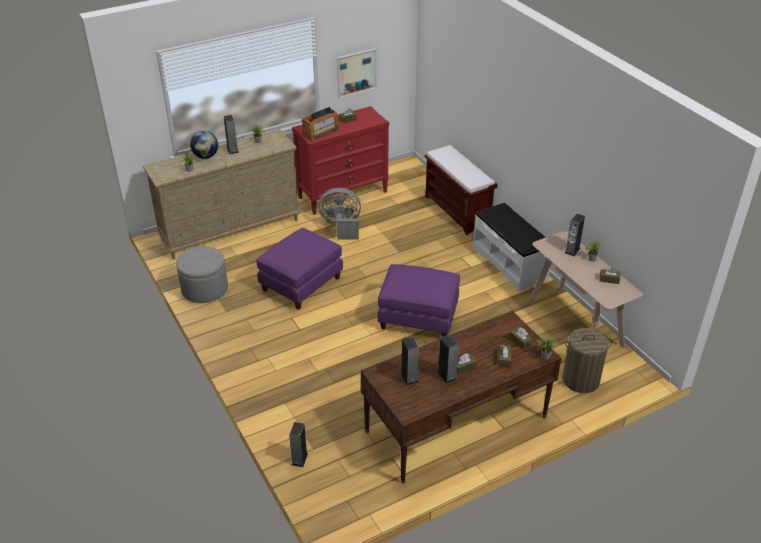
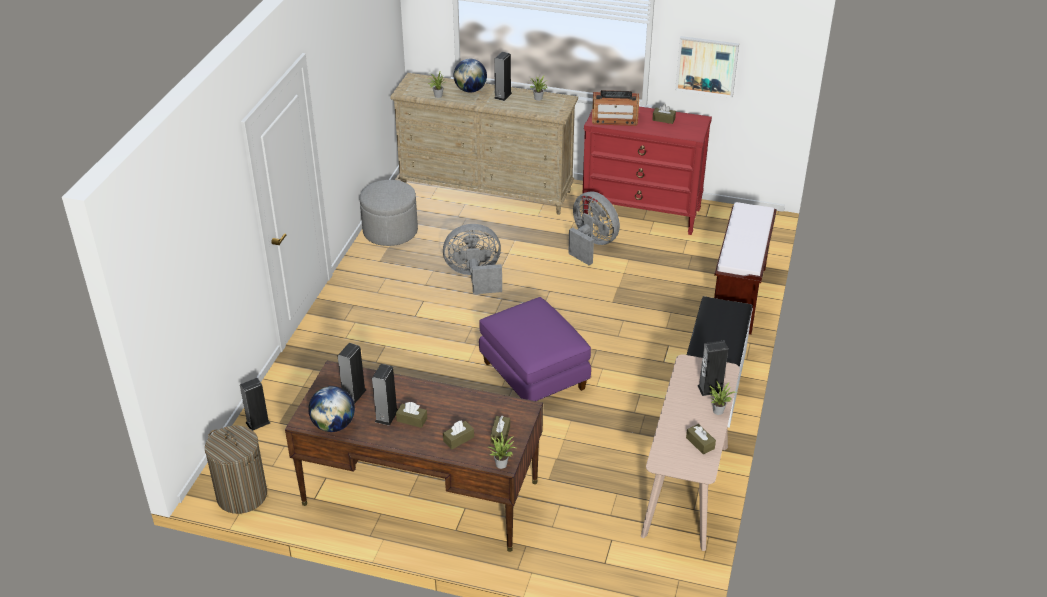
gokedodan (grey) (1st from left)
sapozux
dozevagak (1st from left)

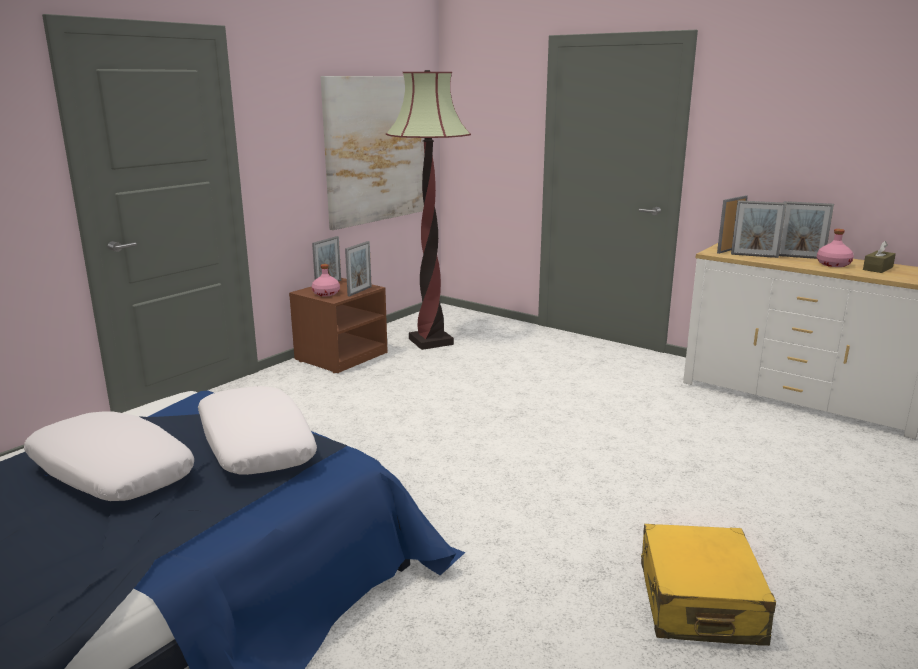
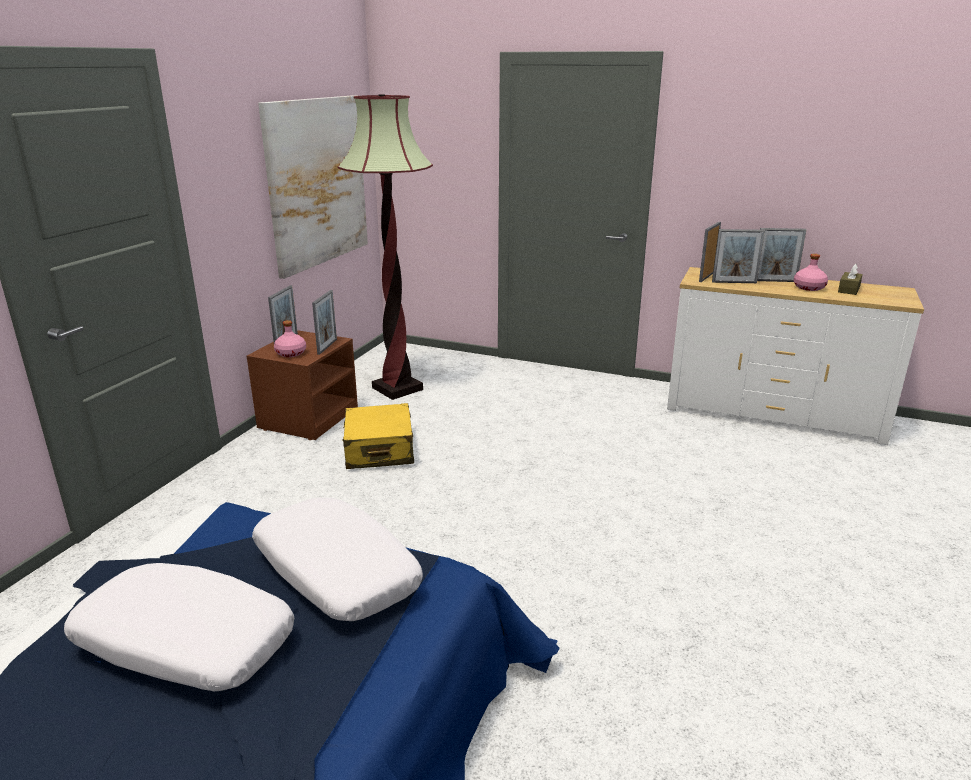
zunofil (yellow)

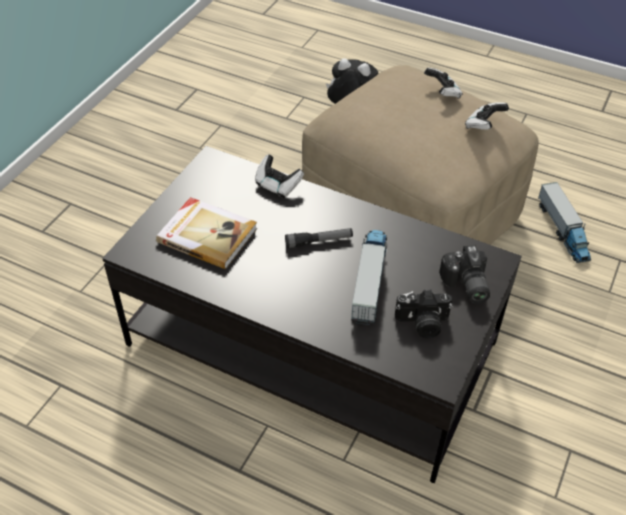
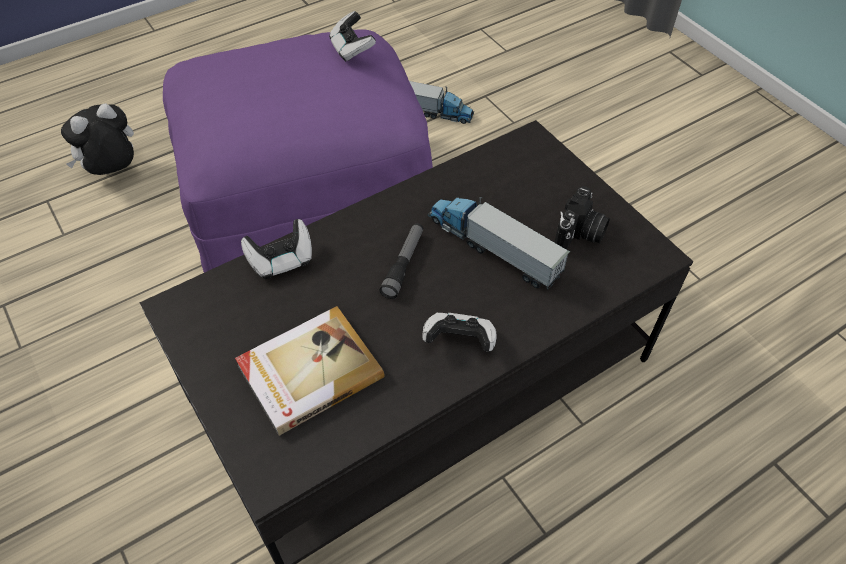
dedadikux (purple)
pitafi (3rd from left)
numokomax (2nd from left in the first image)

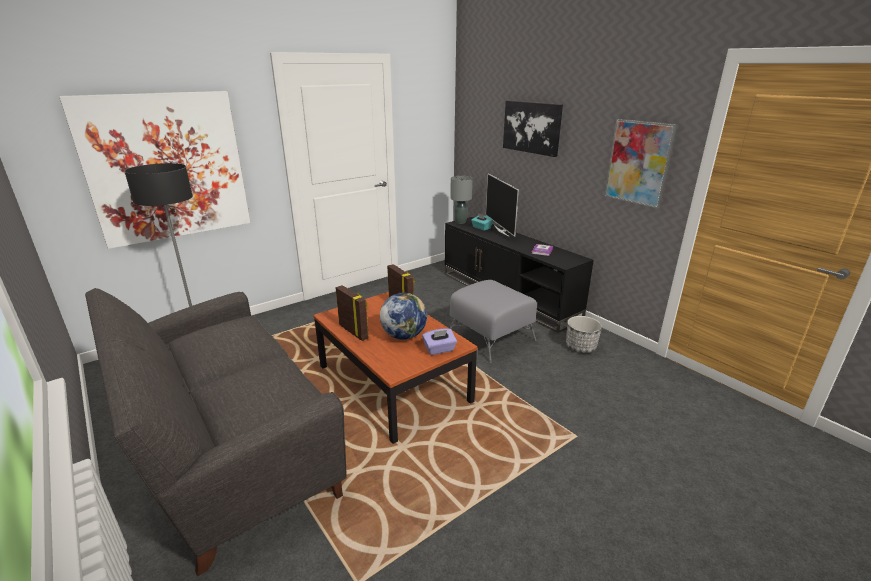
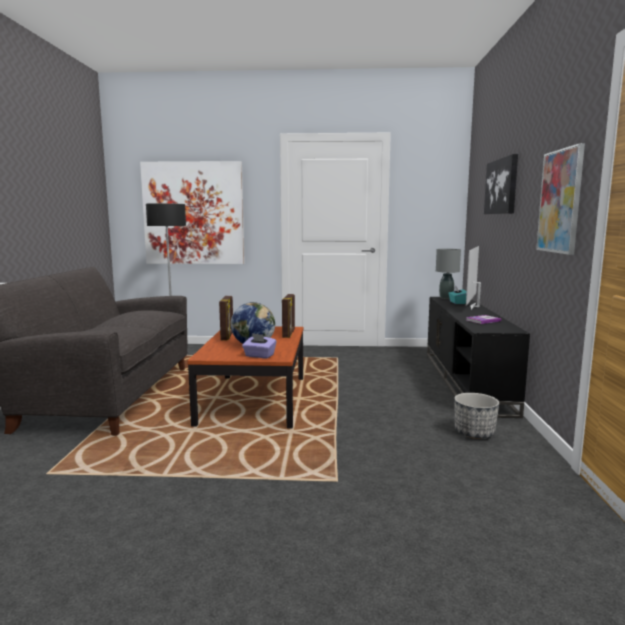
dedadikux (grey)

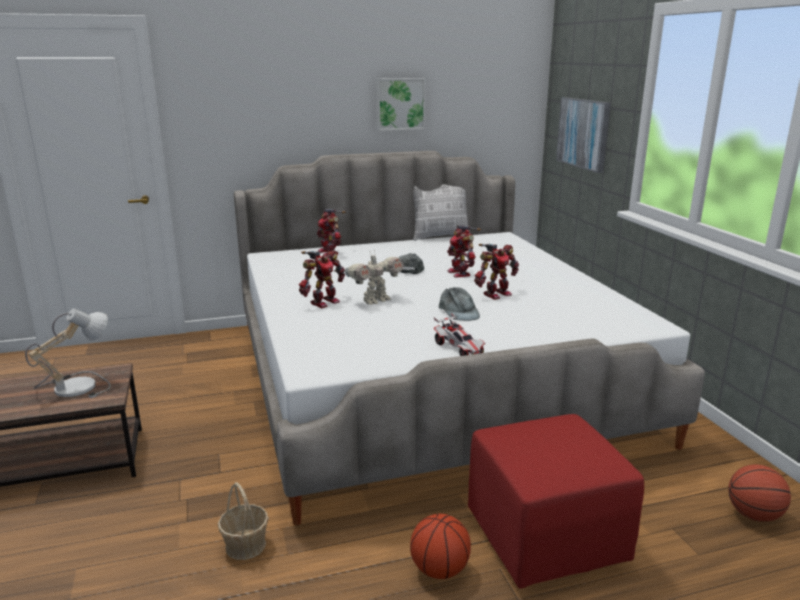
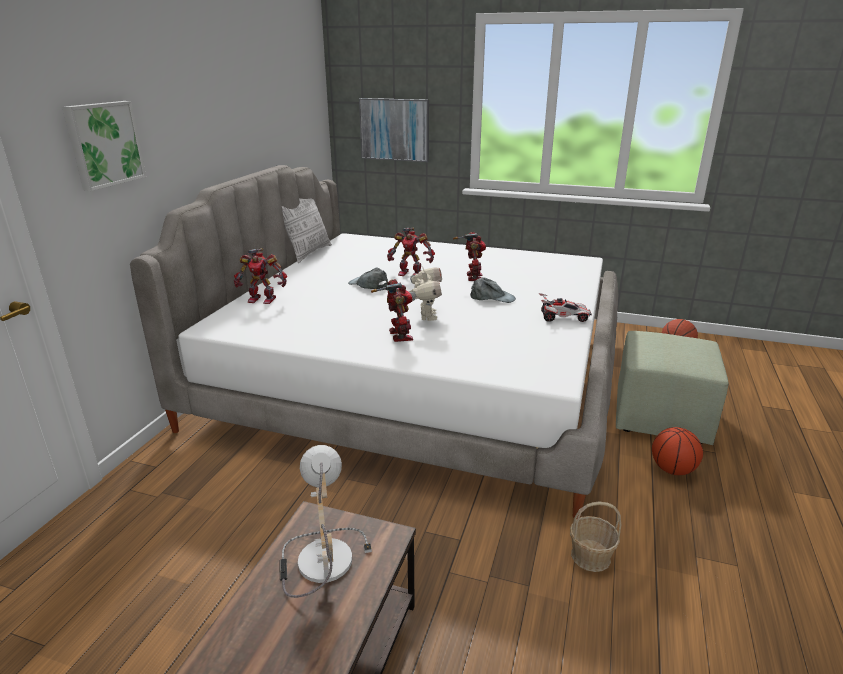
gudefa (1st from left)
dedadikux (green)

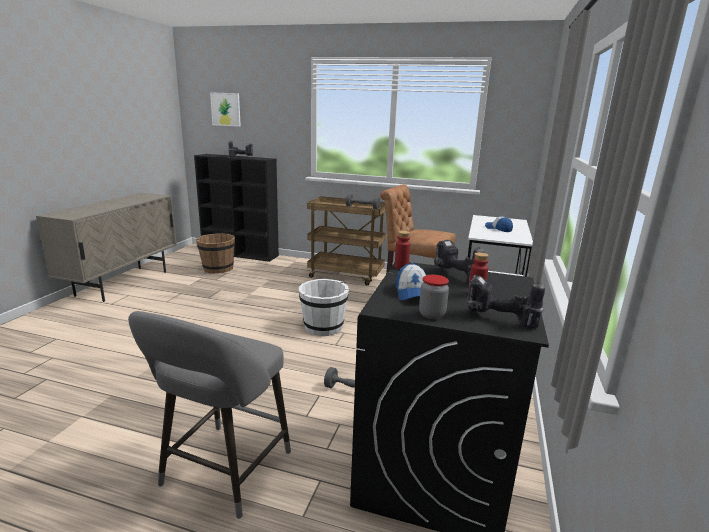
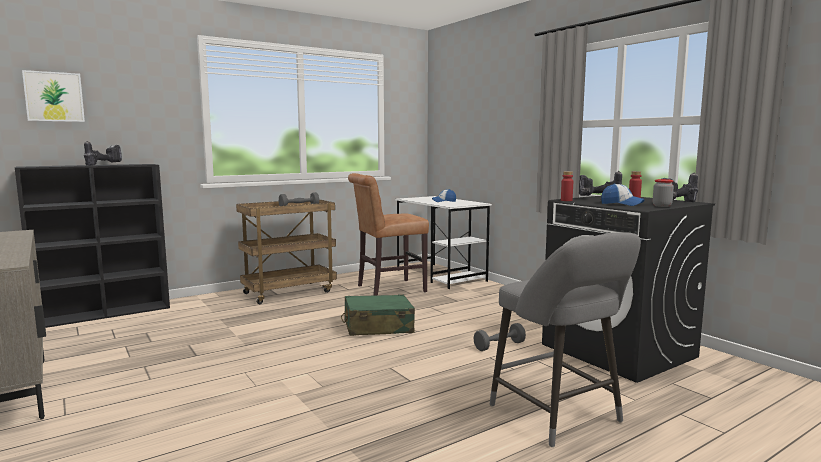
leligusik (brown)
zunofil (green)

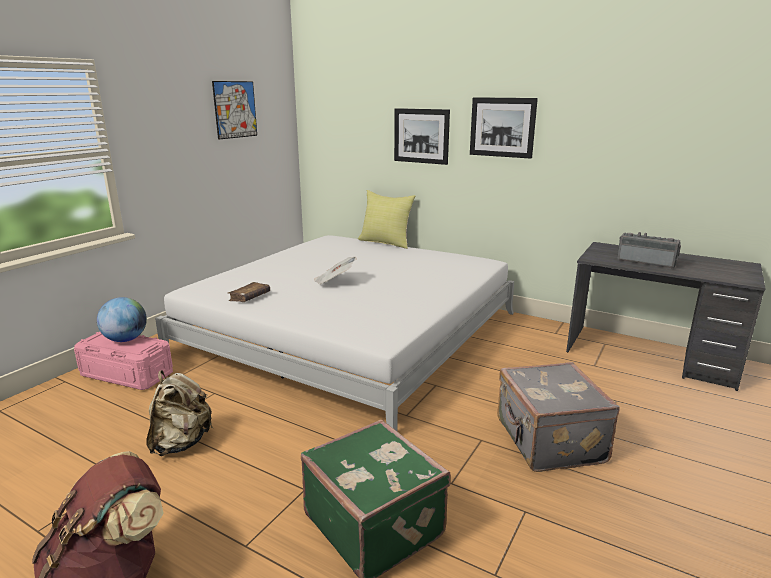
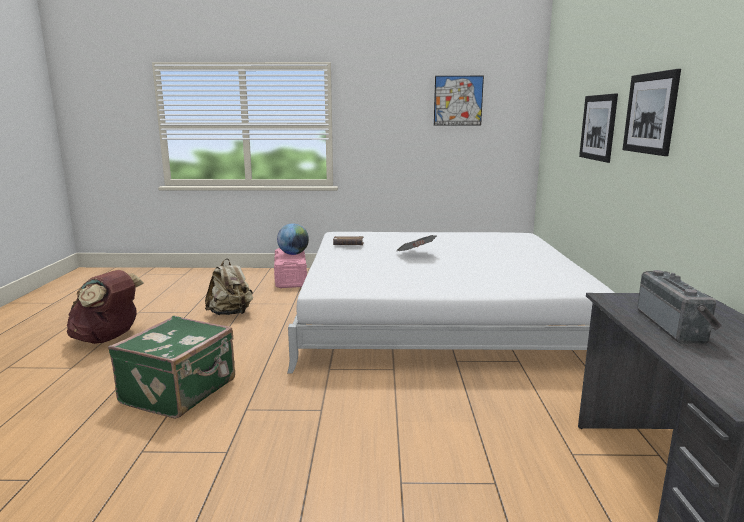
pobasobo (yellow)
zunofil (grey)

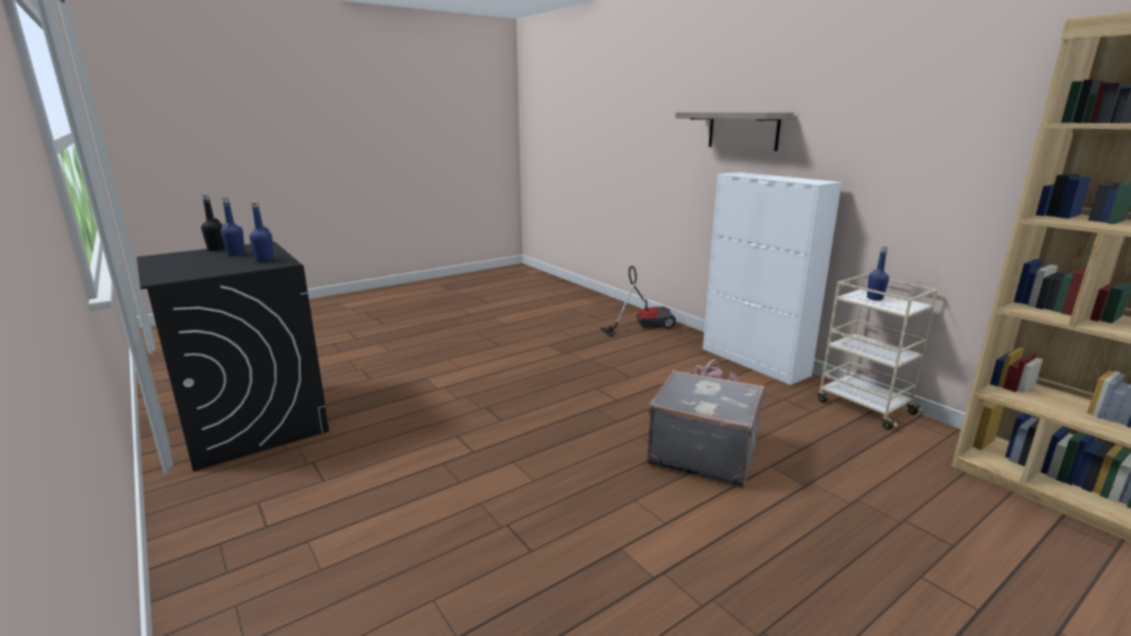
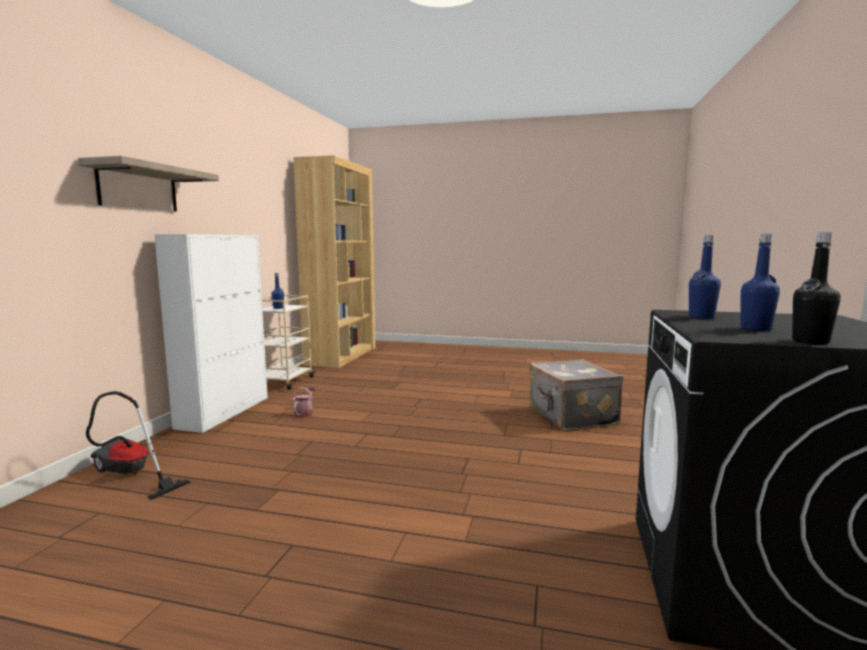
zunofil (grey)

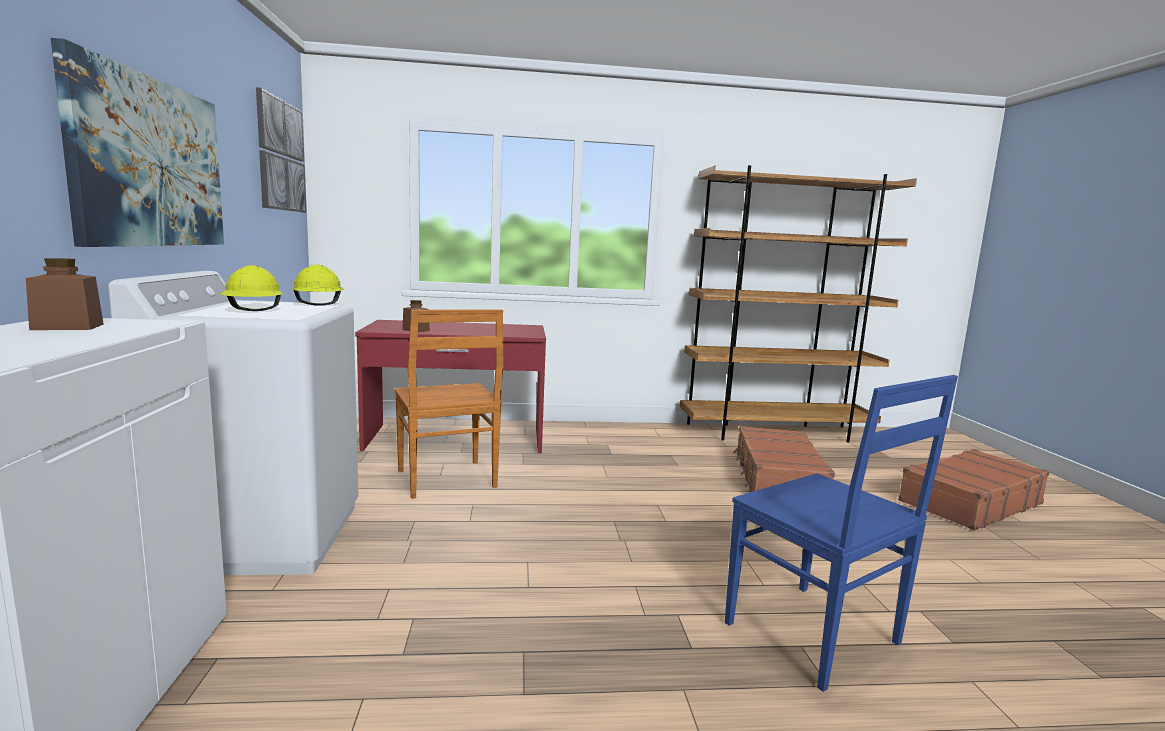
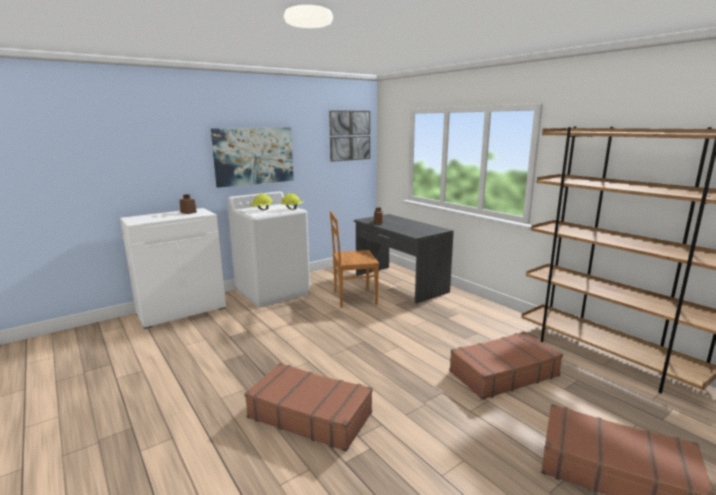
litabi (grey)
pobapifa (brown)
zunofil (brown) (1st from left)

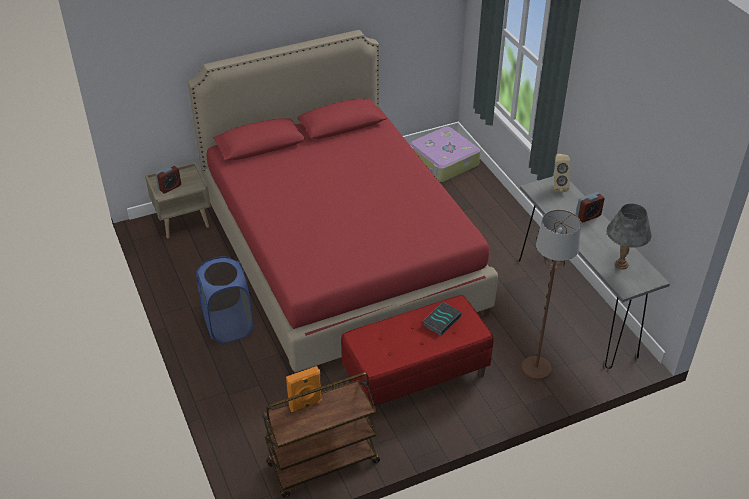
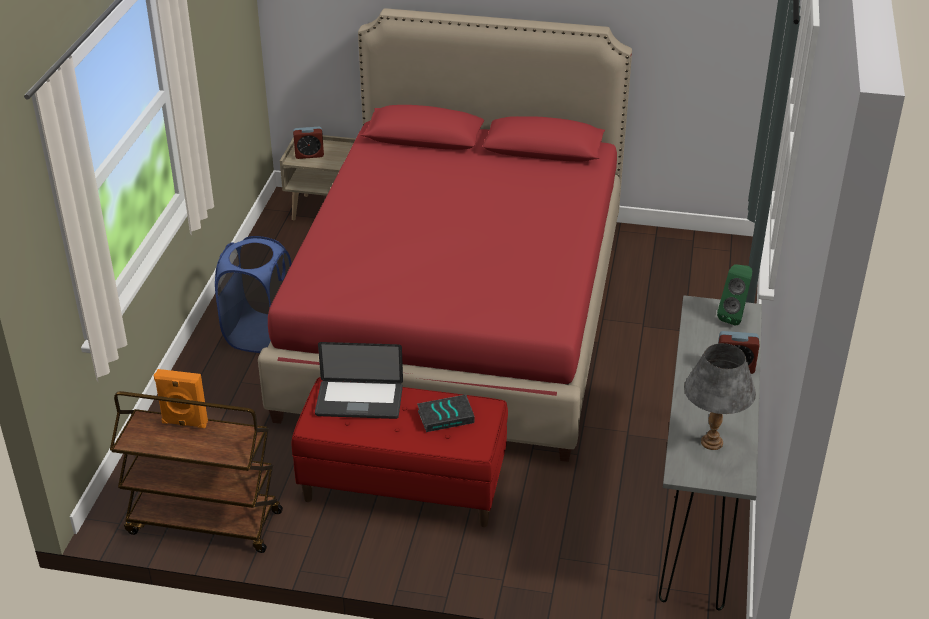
zunofil
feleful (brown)
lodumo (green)
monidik

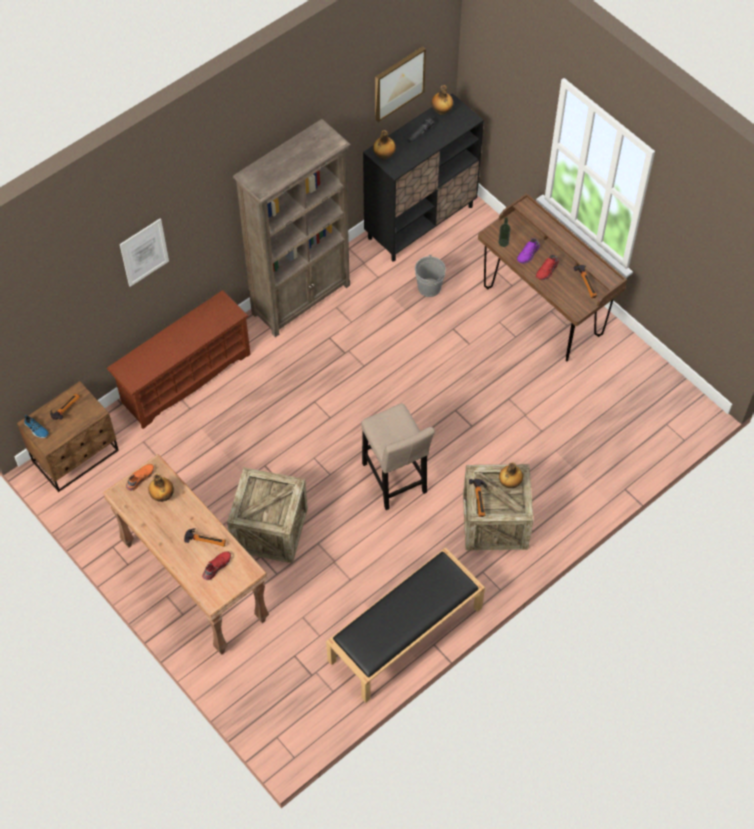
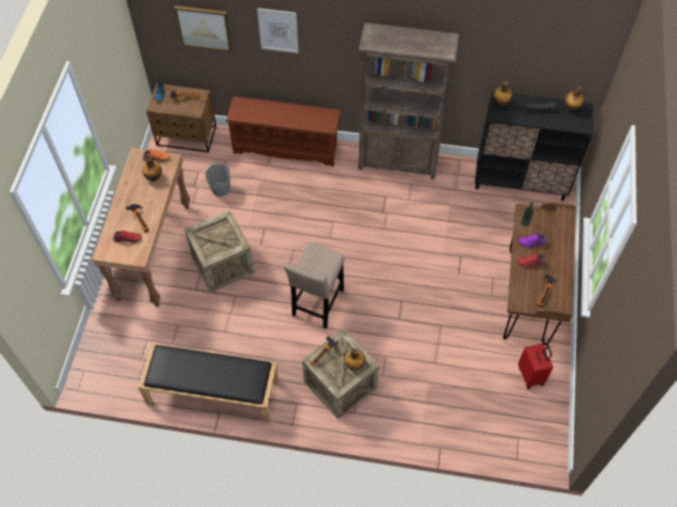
gudefa (1st from left)
leligusik (grey)
zunofil (red)

